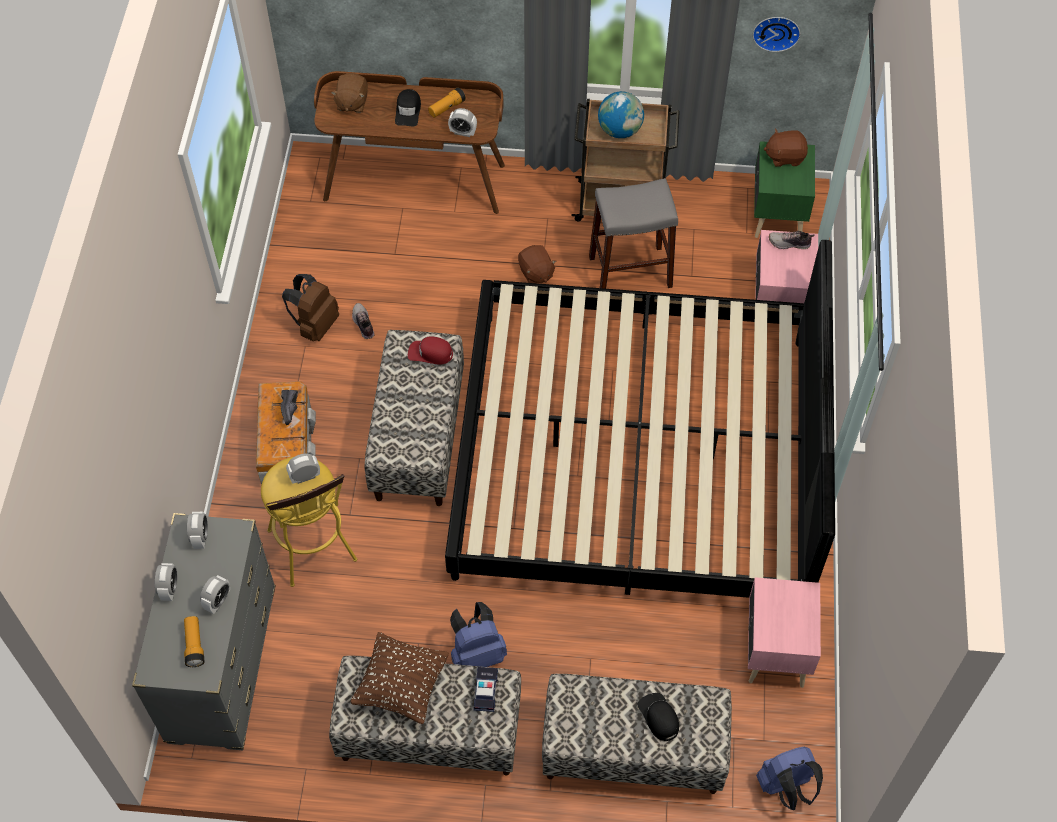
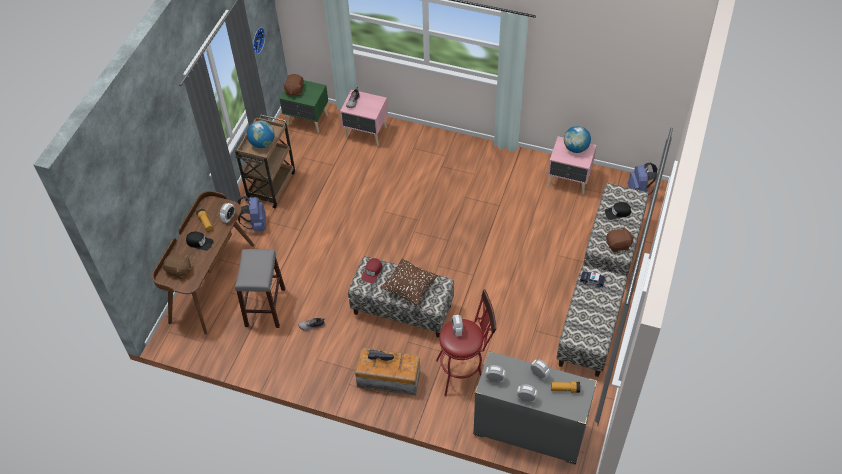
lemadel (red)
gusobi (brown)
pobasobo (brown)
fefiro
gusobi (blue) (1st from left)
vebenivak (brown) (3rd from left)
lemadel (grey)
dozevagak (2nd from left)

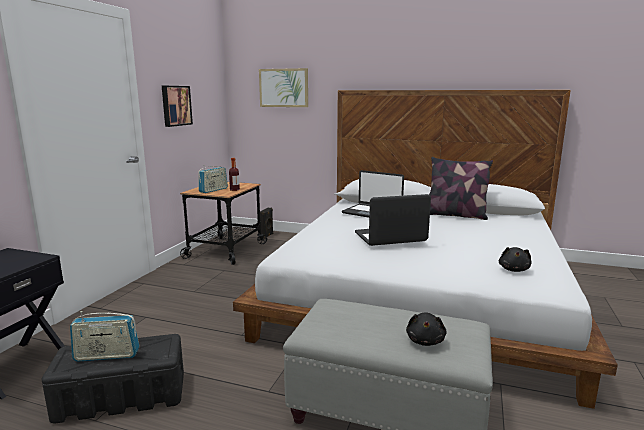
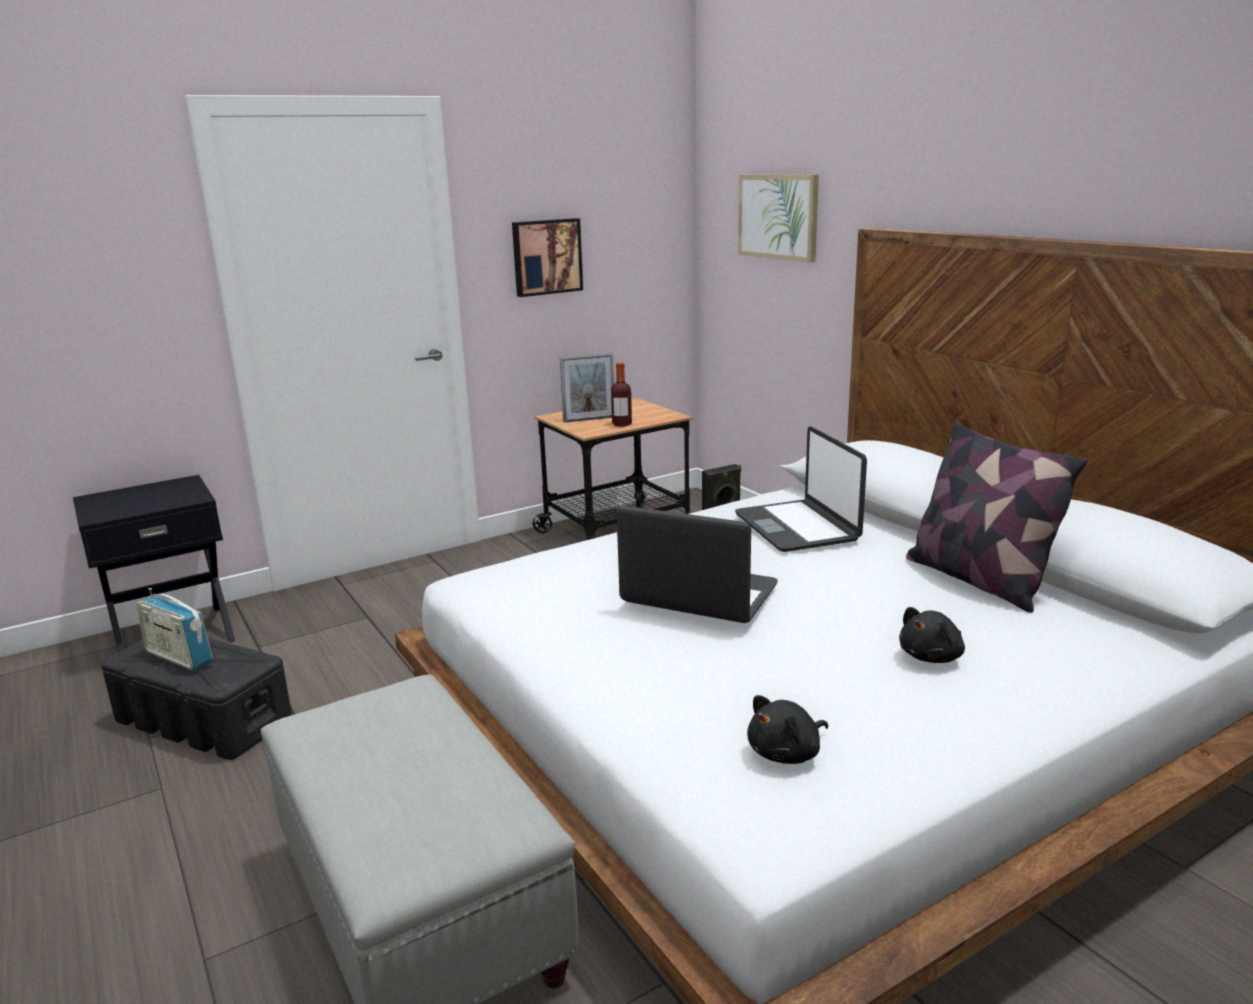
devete
vebenivak (black) (2nd from left)

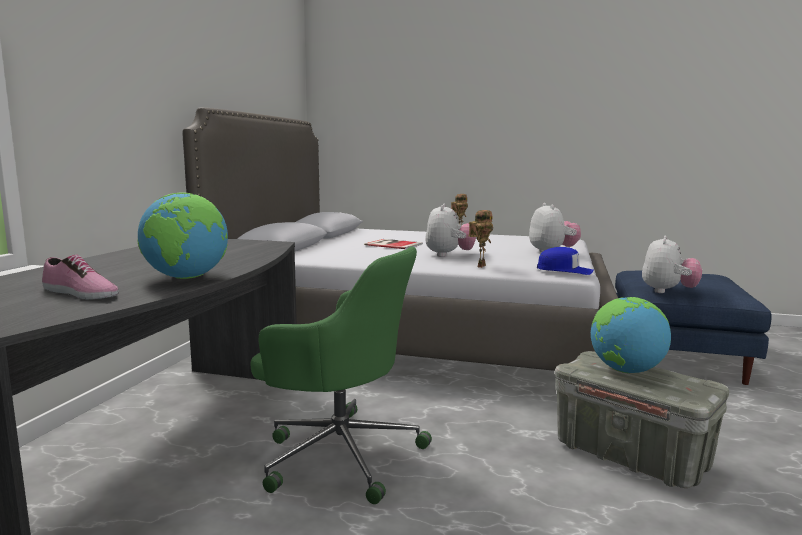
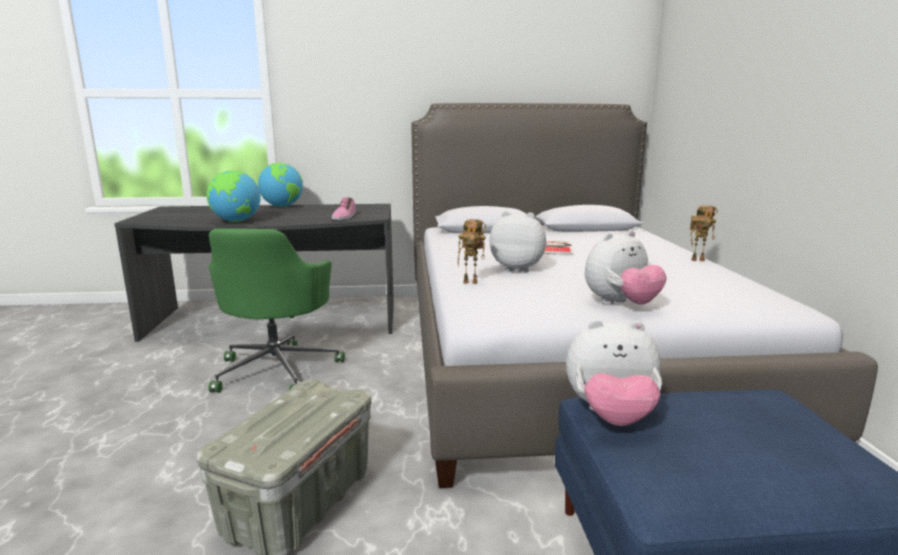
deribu
vebenivak (1st from left)
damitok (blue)
dozevagak (2nd from left)

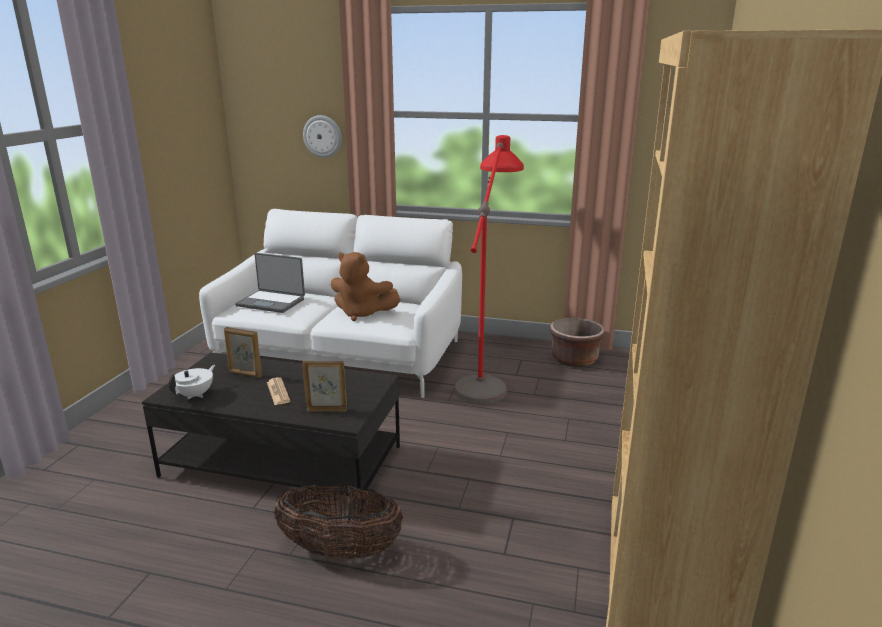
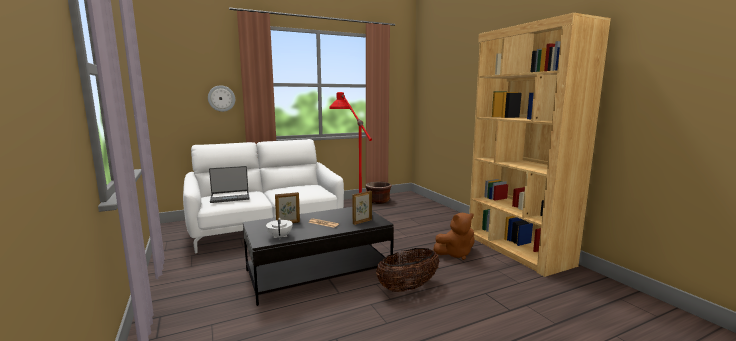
vebenivak (brown)

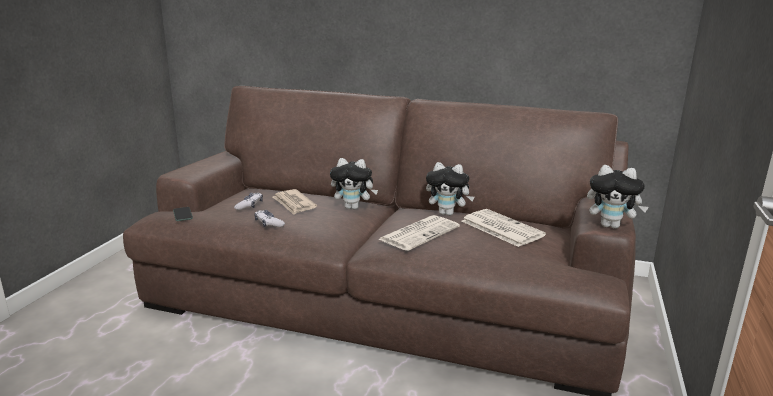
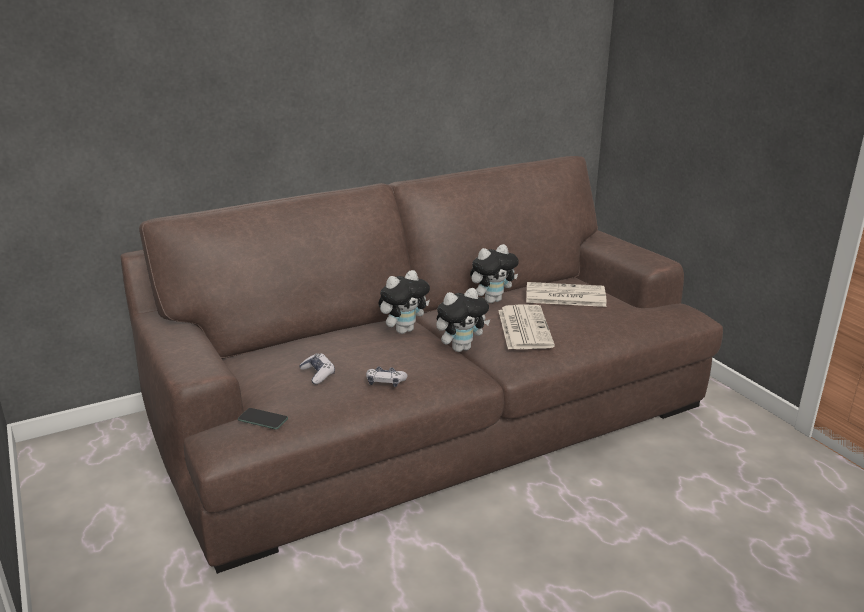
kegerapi (1st from left in the first image)
vebenivak (2nd from left)

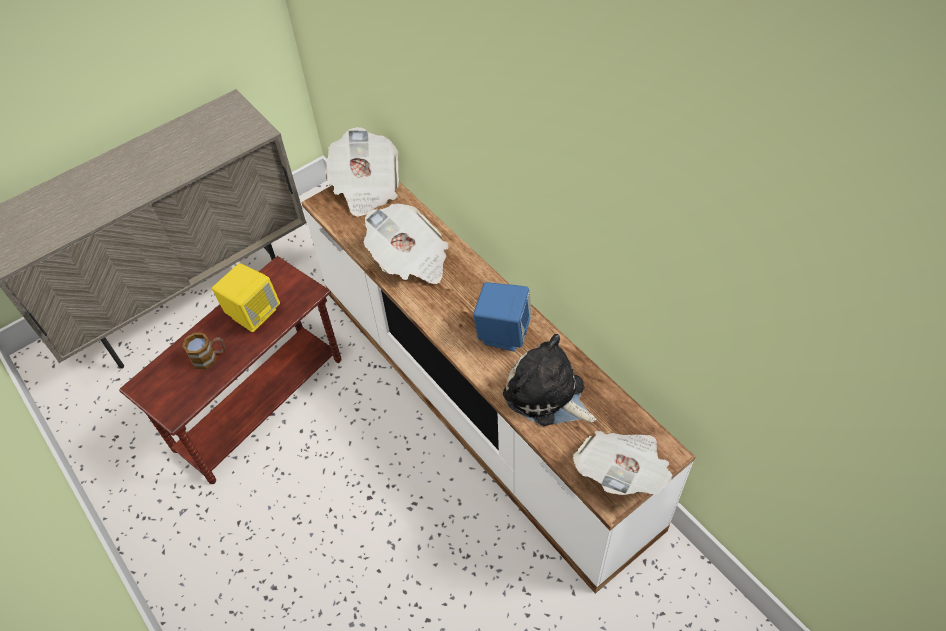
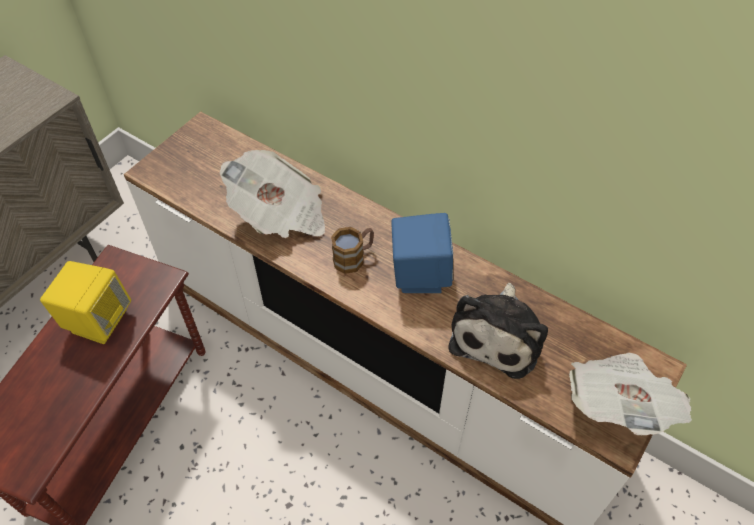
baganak
kegerapi (1st from left in the first image)
vebenivak

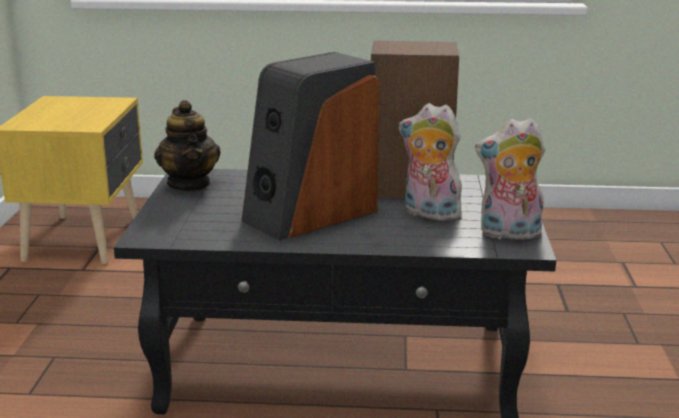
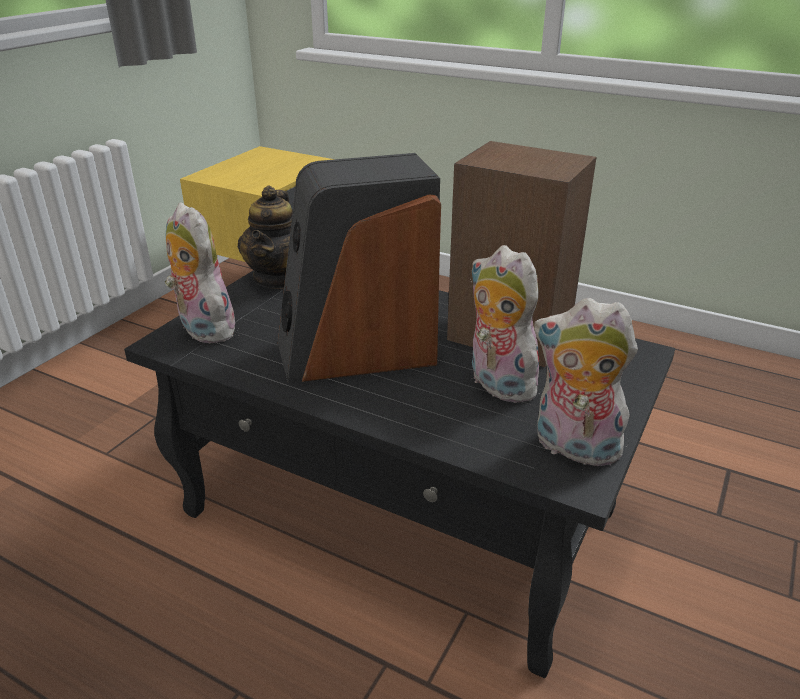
vebenivak (1st from left)

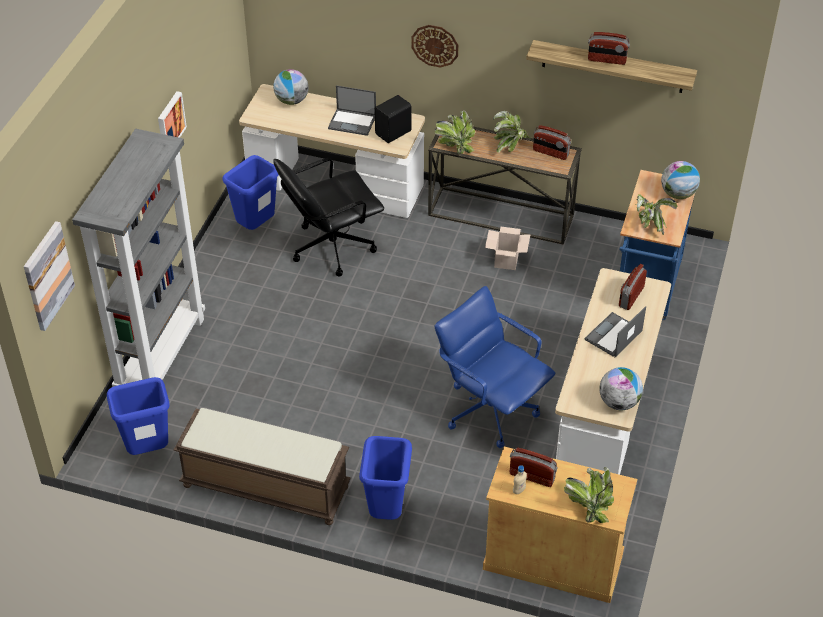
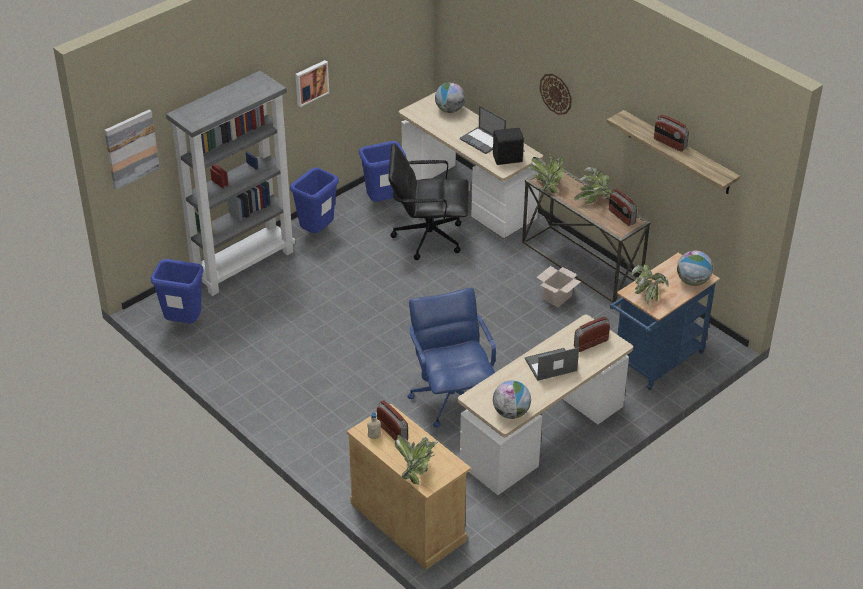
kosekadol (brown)
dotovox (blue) (2nd from left)

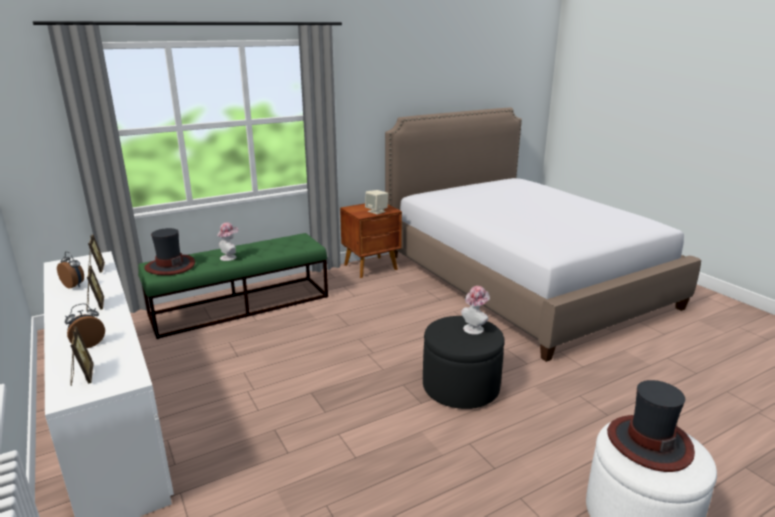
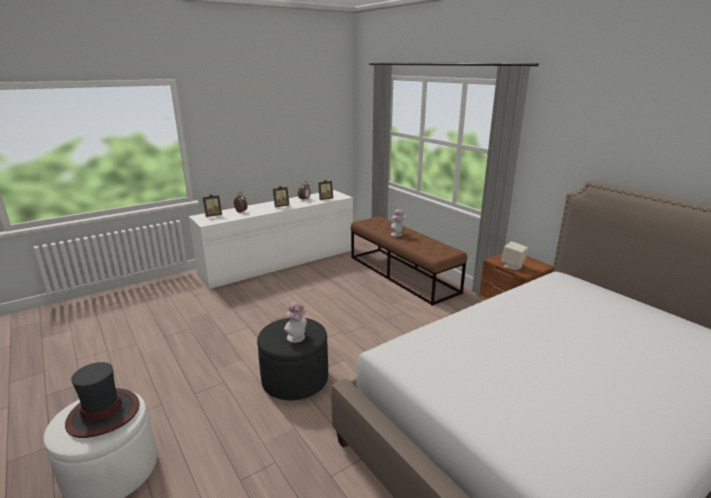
kosekadol (brown)
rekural (1st from left in the first image)

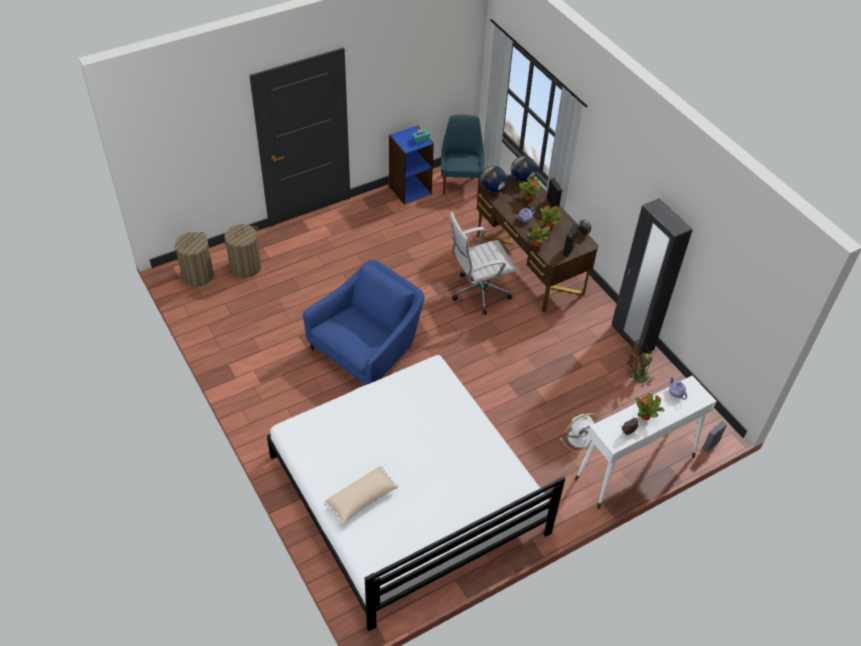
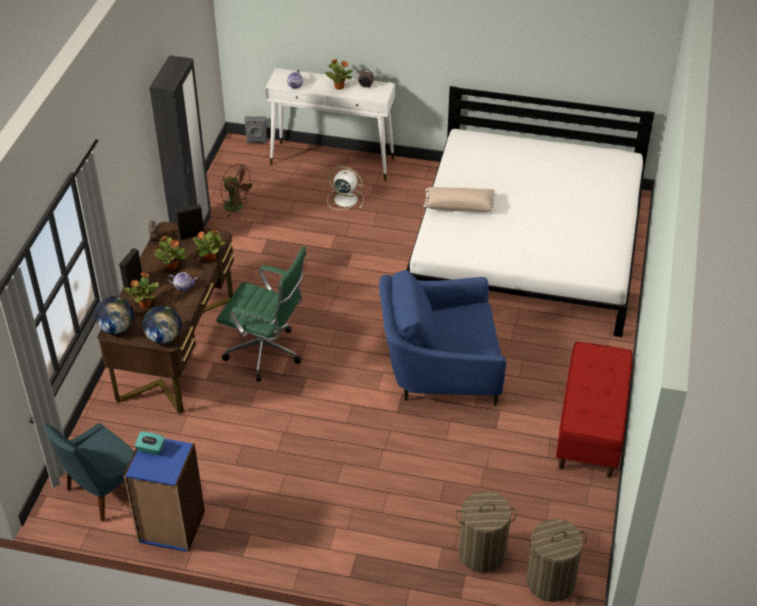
pobasobo (beige)
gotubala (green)
kosekadol (red)

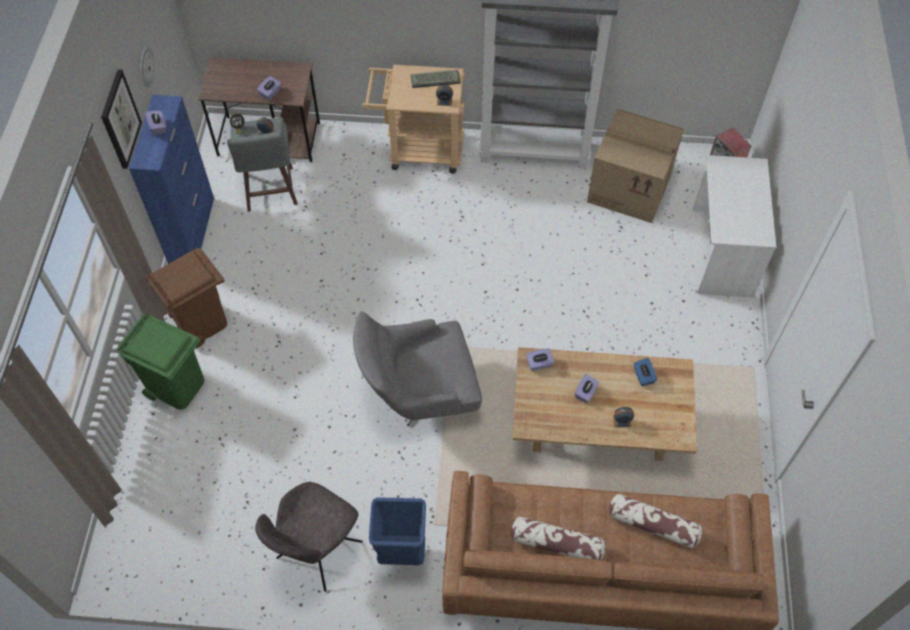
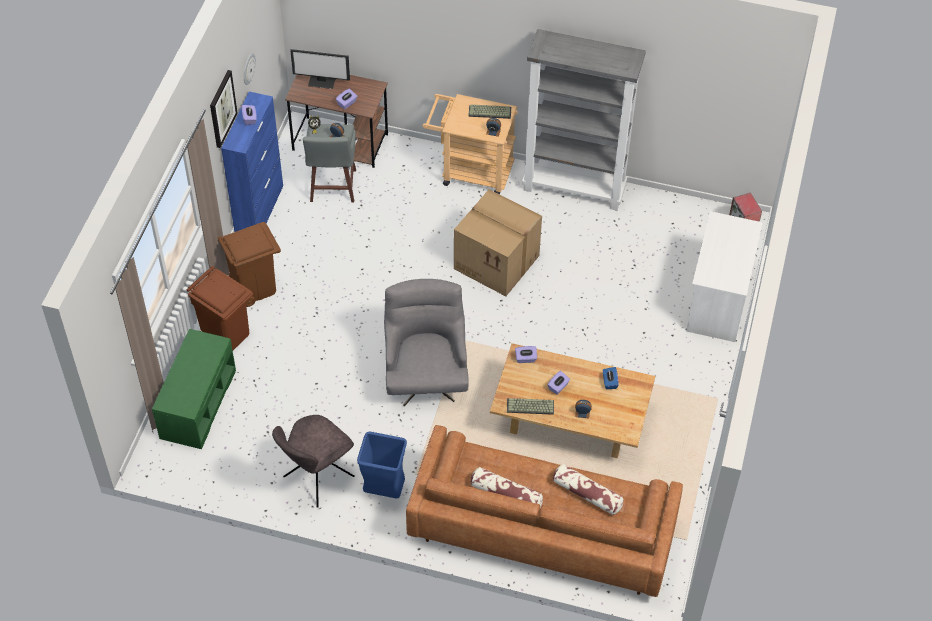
dotovox (brown) (1st from left)
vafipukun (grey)
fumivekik
kosekadol (green)
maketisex
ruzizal (2nd from left)

